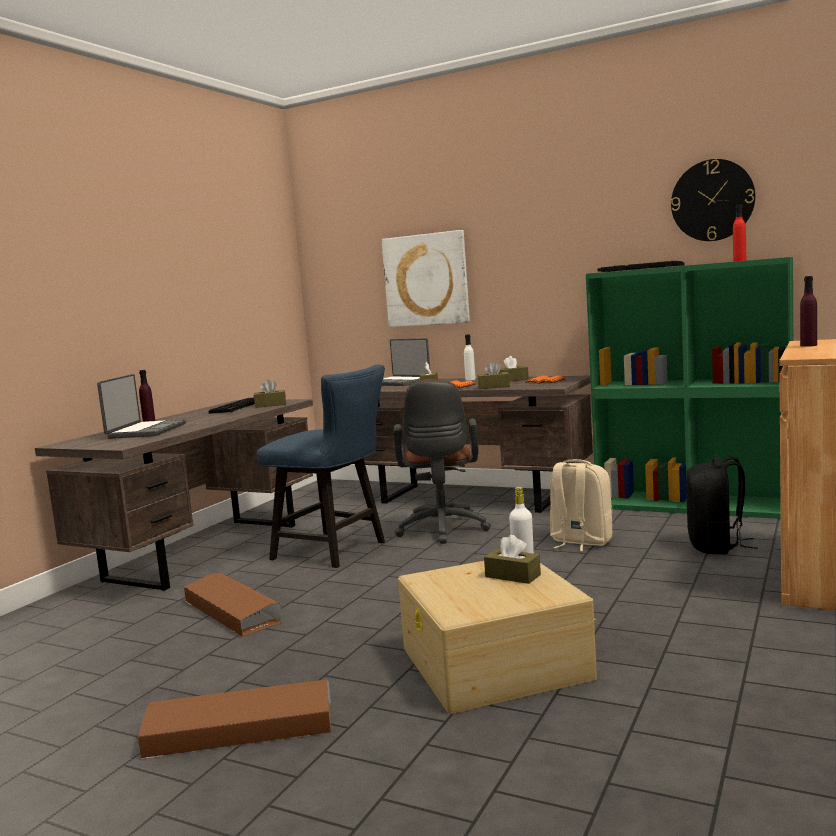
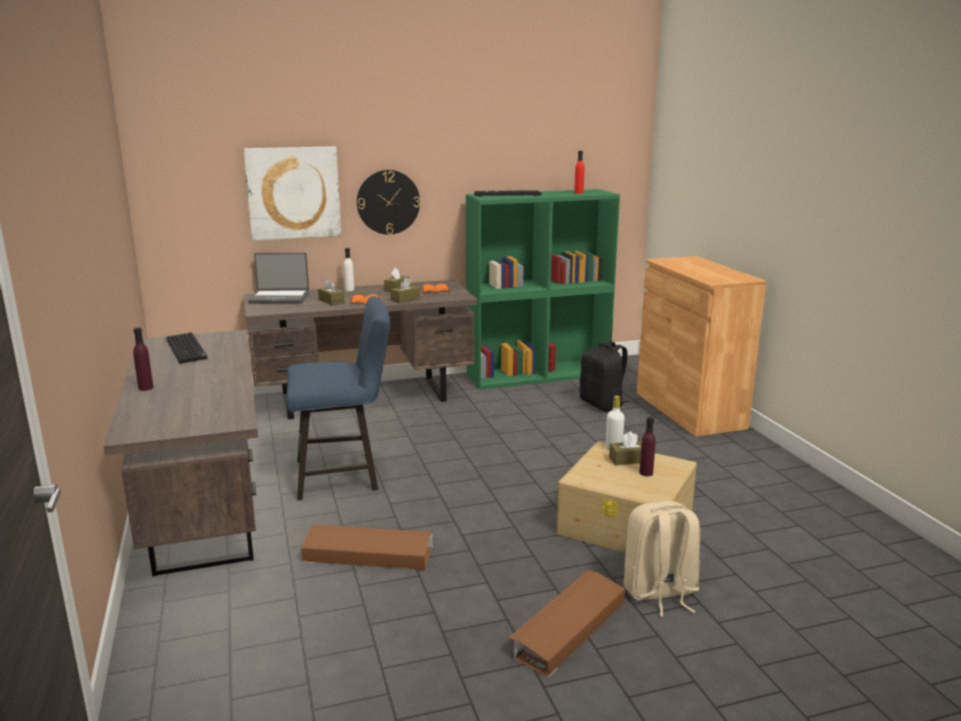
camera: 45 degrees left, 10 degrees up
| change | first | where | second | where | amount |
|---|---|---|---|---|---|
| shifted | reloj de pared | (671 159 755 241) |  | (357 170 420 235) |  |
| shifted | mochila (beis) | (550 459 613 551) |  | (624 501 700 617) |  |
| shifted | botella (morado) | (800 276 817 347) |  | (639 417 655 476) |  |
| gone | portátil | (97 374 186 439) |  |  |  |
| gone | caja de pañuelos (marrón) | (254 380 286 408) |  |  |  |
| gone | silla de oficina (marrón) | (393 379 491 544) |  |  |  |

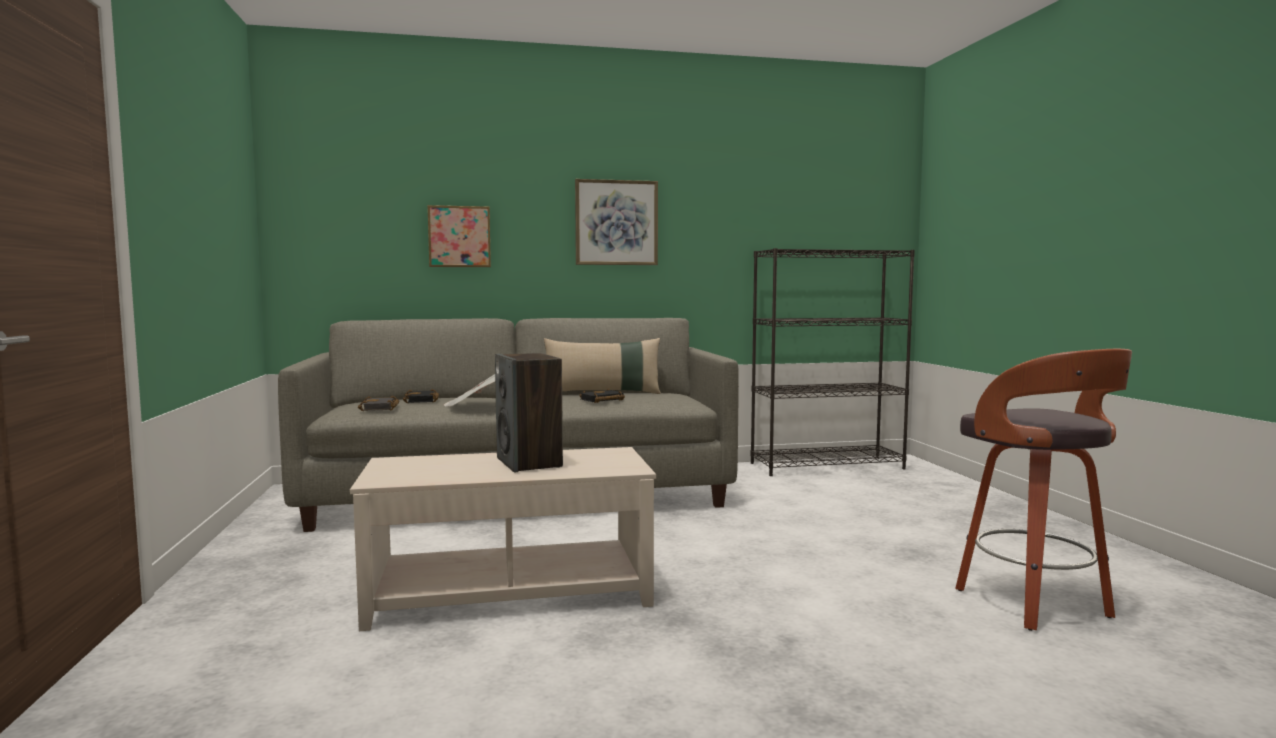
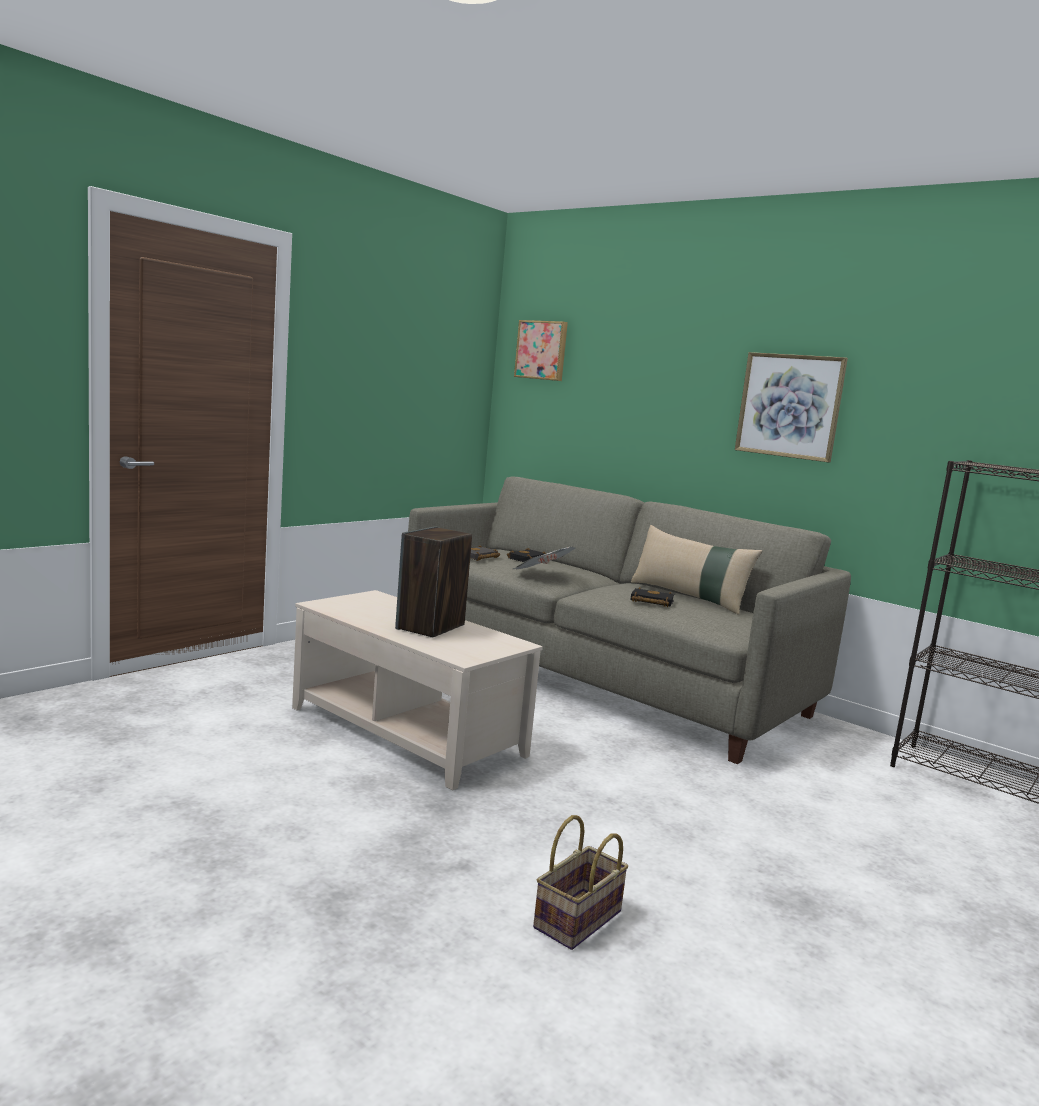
camera: 50 degrees right, 5 degrees up
| change | first | where | second | where | amount |
|---|---|---|---|---|---|
| shifted | cuadro | (427 205 491 267) |  | (514 320 568 381) |  |
| new |  |  | cesta | (533 815 628 950) |  |
| gone | taburete | (955 349 1132 631) |  |  |  |

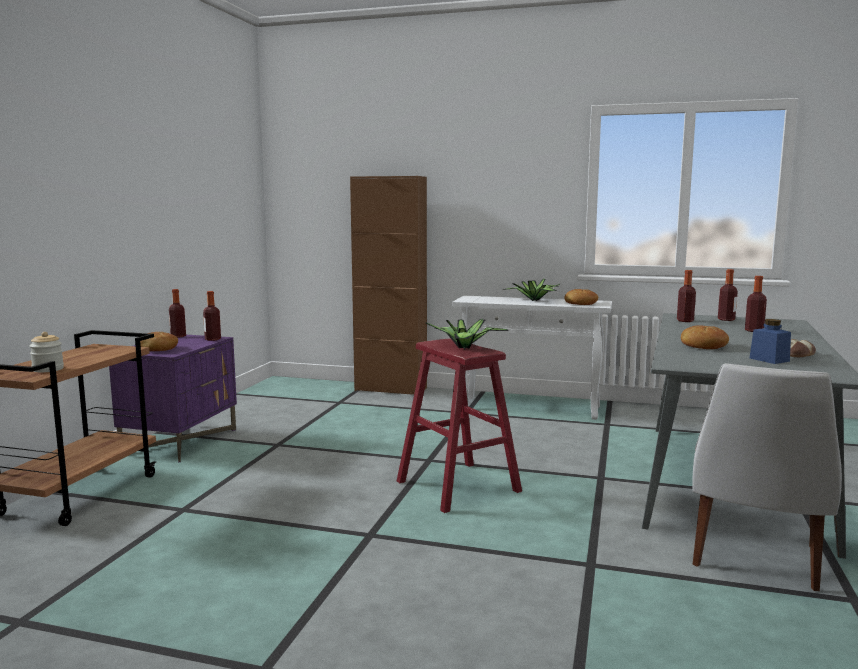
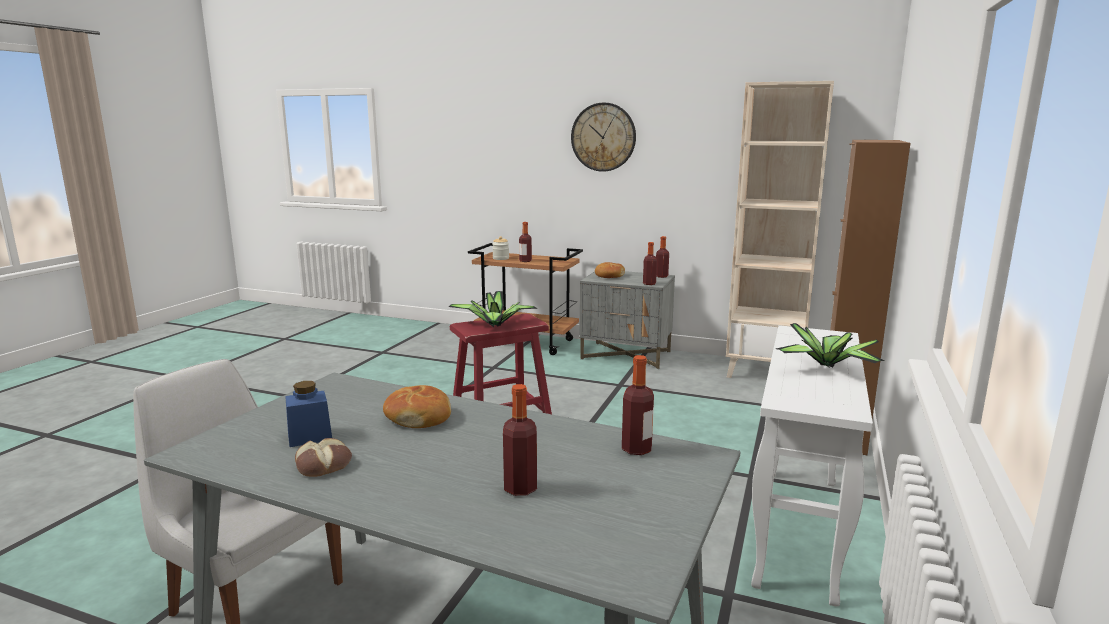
camera: 95 degrees right, 5 degrees up
| change | first | where | second | where | amount |
|---|---|---|---|---|---|
| shifted | botella | (718 269 738 321) |  | (519 222 532 262) |  |
| new |  |  | reloj de pared | (571 102 636 172) |  |
| repainted | mesita de noche (morado) | (109 335 237 462) | mesita de noche (gris) | (579 271 675 369) |  |
| new |  |  | estantería (beis) | (726 81 834 378) |  |
| gone | pan | (564 289 598 305) |  |  |  |

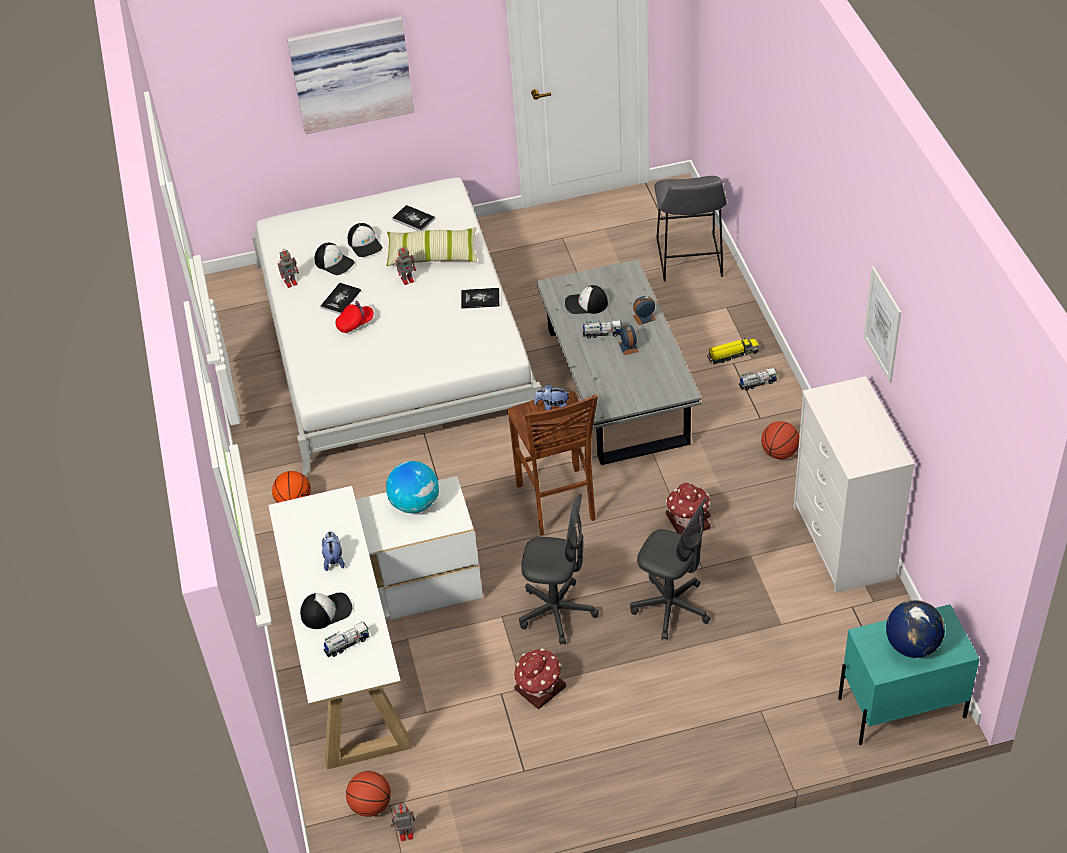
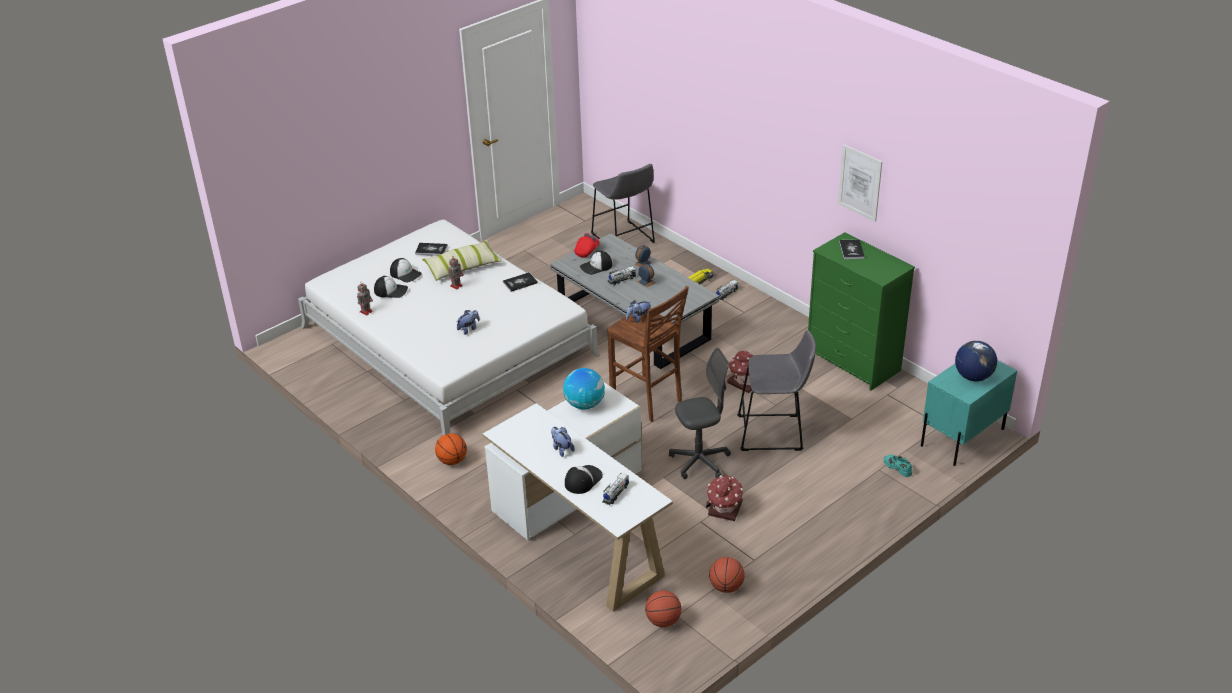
camera: 30 degrees left, 10 degrees down
| change | first | where | second | where | amount |
|---|---|---|---|---|---|
| new |  |  | peluche | (457 310 480 335) |  |
| shifted | gorra (rojo) | (336 301 374 333) |  | (574 233 599 257) |  |
| shifted | balón de baloncesto | (761 421 799 459) |  | (709 557 745 593) |  |
| swapped | silla de oficina (gris) | (630 498 710 640) | taburete (gris) | (737 330 816 451) |  |
| repainted | cómoda (blanco) | (794 376 915 593) | cómoda (verde) | (808 232 915 391) |  |
| shifted | libro | (320 283 361 314) |  | (839 239 865 259) |  |
| new |  |  | zapato (turquesa) | (883 454 913 477) |  |
| gone | cuadro | (287 16 414 134) |  |  |  |
| gone | robot de juguete | (391 803 415 841) |  |  |  |

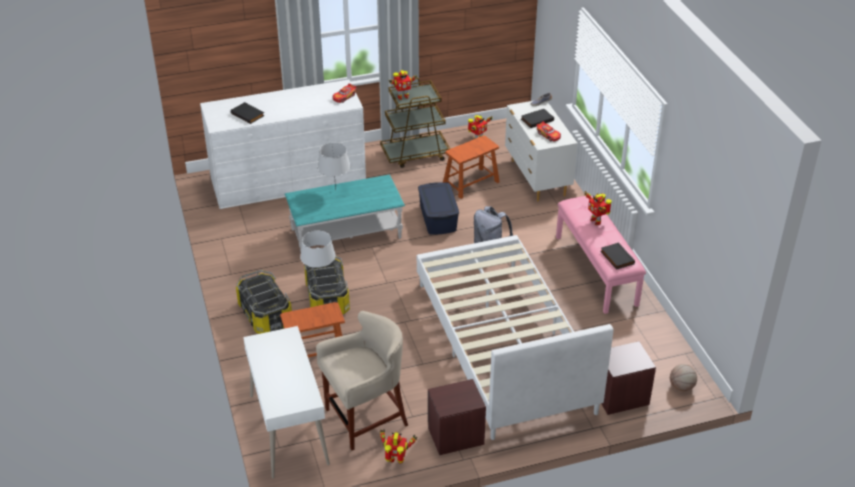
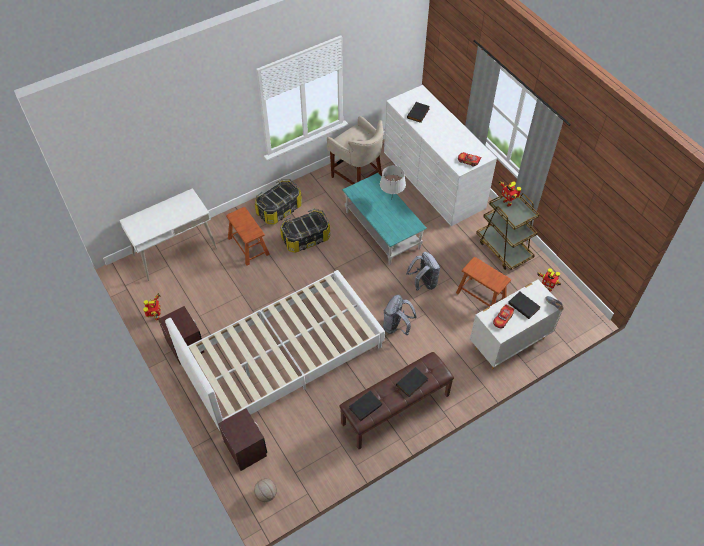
camera: 75 degrees right, 15 degrees up
| change | first | where | second | where | amount |
|---|---|---|---|---|---|
| shifted | taburete (beis) | (316 311 408 450) |  | (327 116 383 185) |  |
| repainted | banco (rosa) | (556 196 646 314) | banco (marrón) | (339 352 454 449) |  |
| swapped | robot de juguete | (584 191 612 225) | libro (negro) | (396 367 428 397) |  |
| swapped | caja de almacenaje (azul) | (418 182 459 234) | mochila (gris) | (406 252 440 291) |  |
| gone | lámpara de mesa (gris) | (300 230 336 280) |  |  |  |

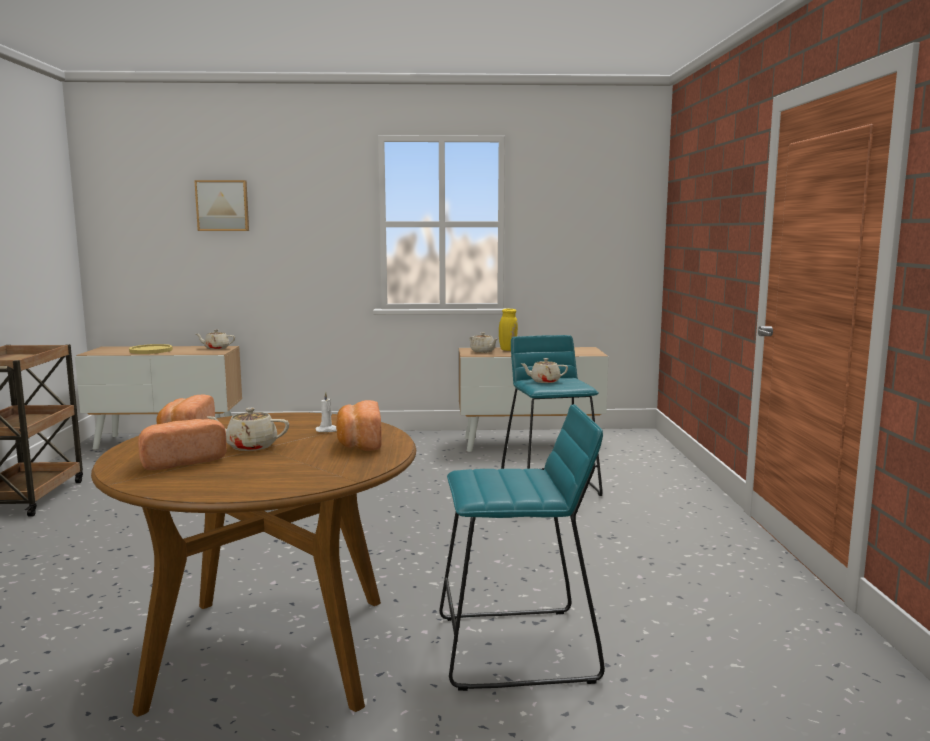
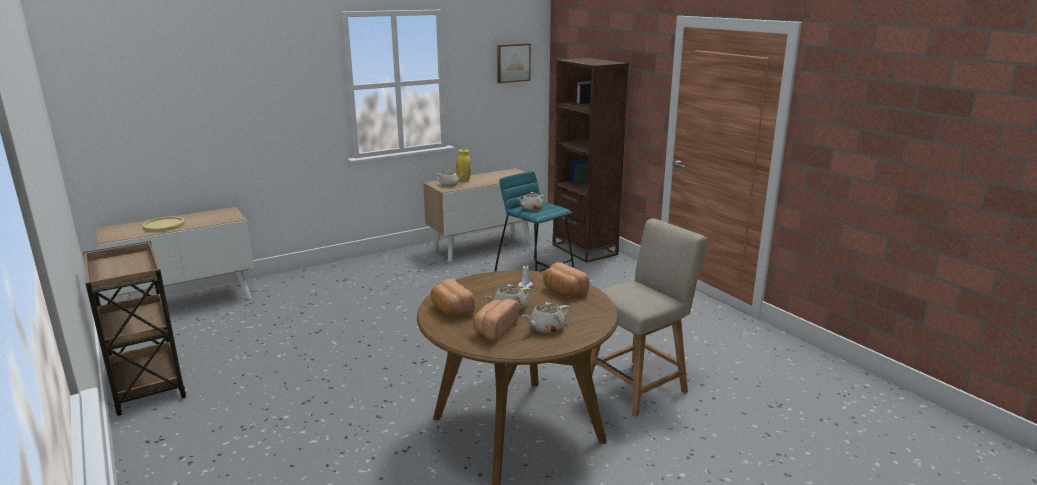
camera: 30 degrees left, 10 degrees up
| change | first | where | second | where | amount |
|---|---|---|---|---|---|
| shifted | cuadro | (194 180 249 231) |  | (497 43 531 83) |  |
| shifted | tetera (beis) | (196 329 235 350) |  | (523 302 569 333) |  |
| new |  |  | estantería (marrón) | (552 58 629 263) |  |
| swapped | taburete (turquesa) | (439 404 605 691) | silla (beis) | (590 219 707 417) |  |

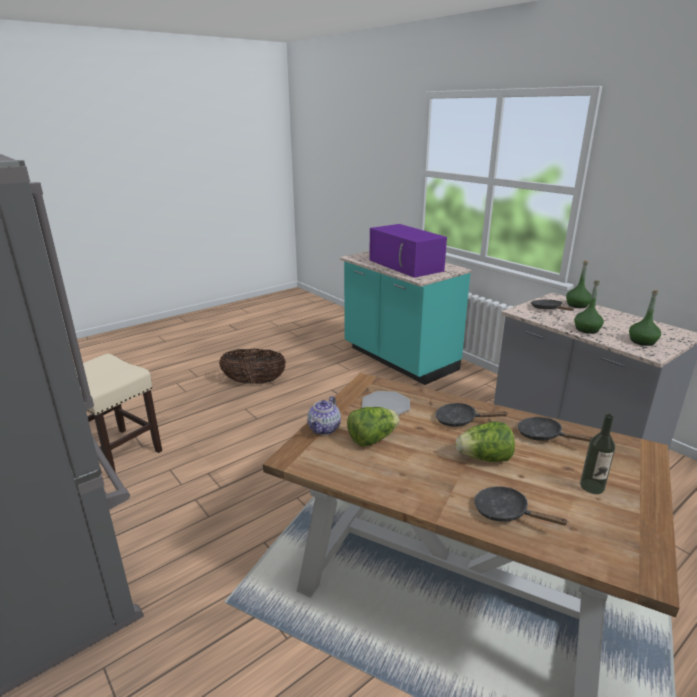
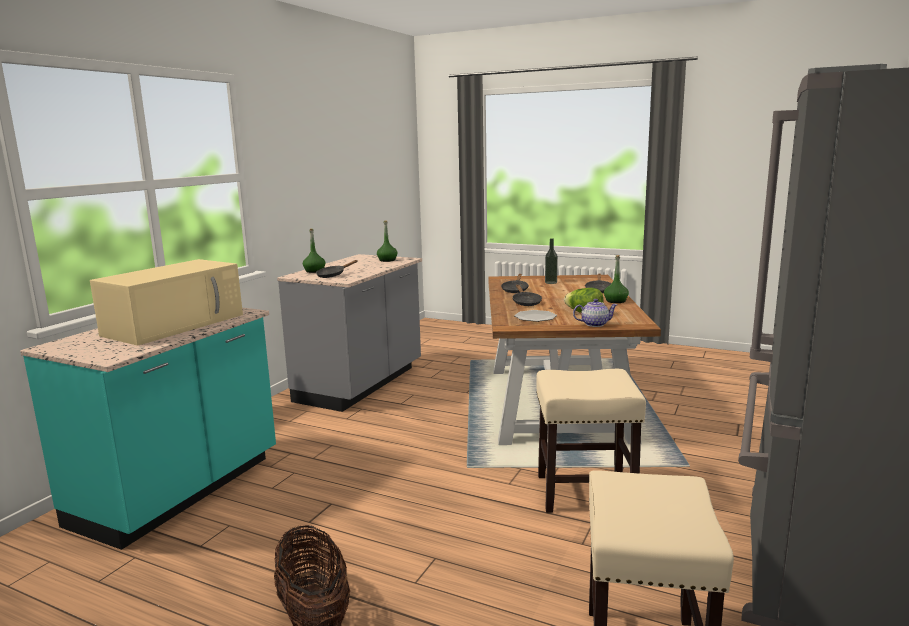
camera: 115 degrees left, 10 degrees down
| change | first | where | second | where | amount |
|---|---|---|---|---|---|
| repainted | microondas (morado) | (369 224 447 278) | microondas (beis) | (90 259 243 346) |  |
| new |  |  | taburete (beis) | (536 369 646 513) |  |
| shifted | botella (verde) | (574 281 604 334) |  | (604 255 629 303) |  |
| gone | lechuga | (456 421 515 462) |  |  |  |

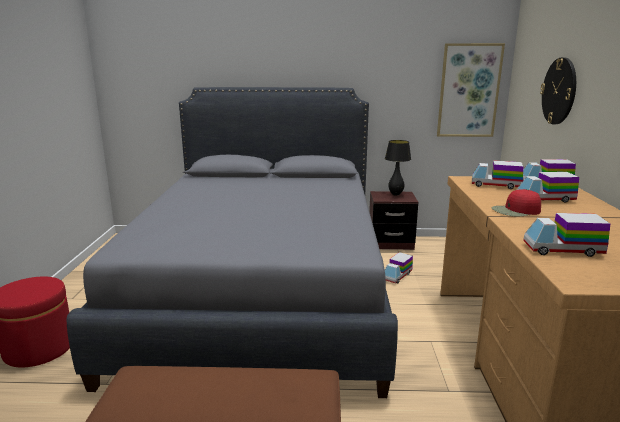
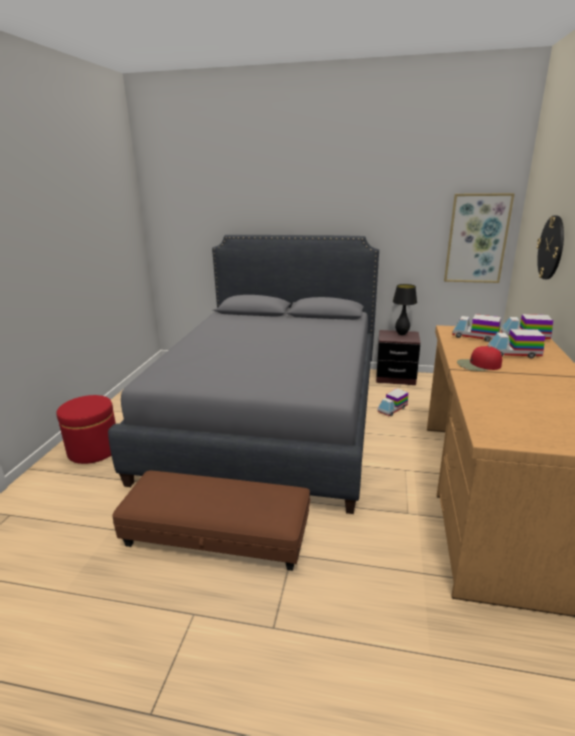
camera: 10 degrees right, 5 degrees up
| change | first | where | second | where | amount |
|---|---|---|---|---|---|
| gone | camión de juguete | (523 213 610 257) |  |  |  |

